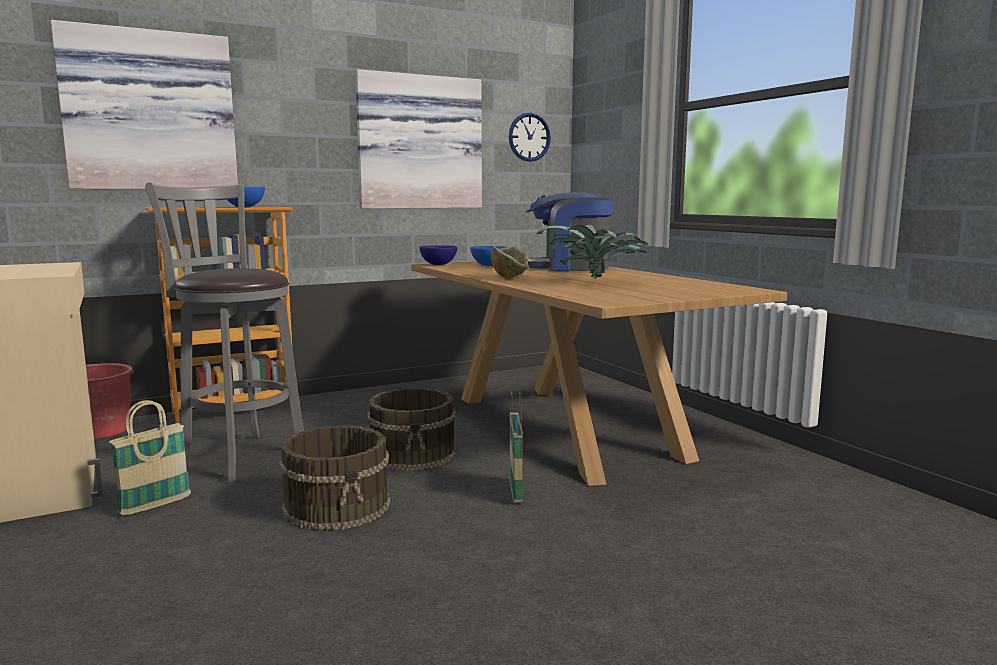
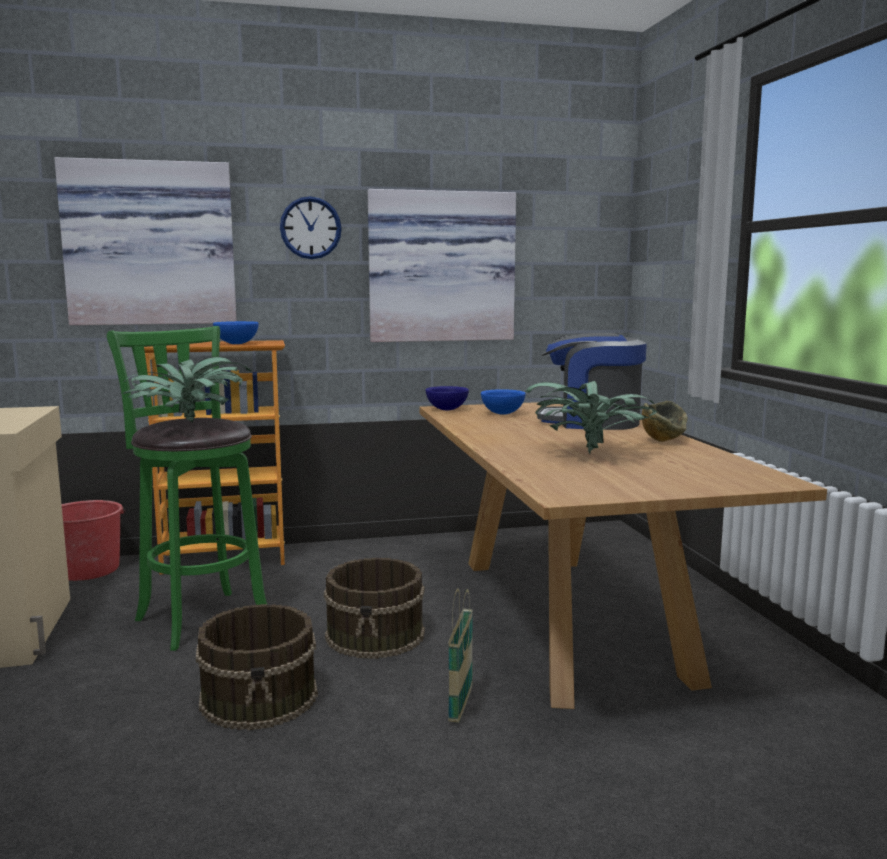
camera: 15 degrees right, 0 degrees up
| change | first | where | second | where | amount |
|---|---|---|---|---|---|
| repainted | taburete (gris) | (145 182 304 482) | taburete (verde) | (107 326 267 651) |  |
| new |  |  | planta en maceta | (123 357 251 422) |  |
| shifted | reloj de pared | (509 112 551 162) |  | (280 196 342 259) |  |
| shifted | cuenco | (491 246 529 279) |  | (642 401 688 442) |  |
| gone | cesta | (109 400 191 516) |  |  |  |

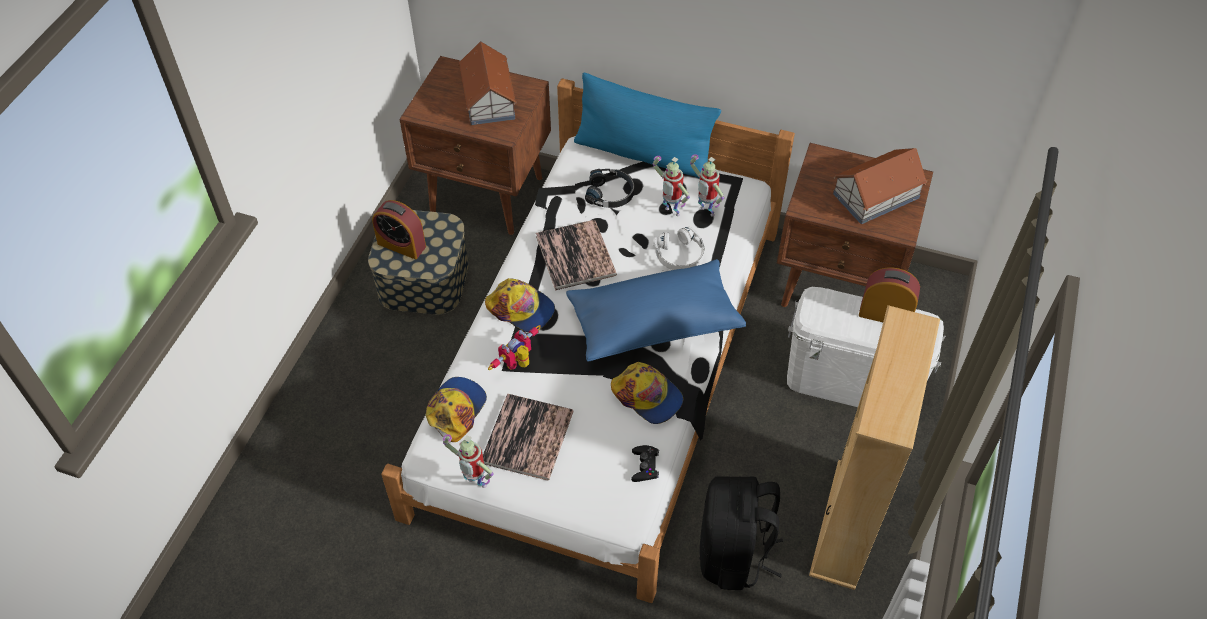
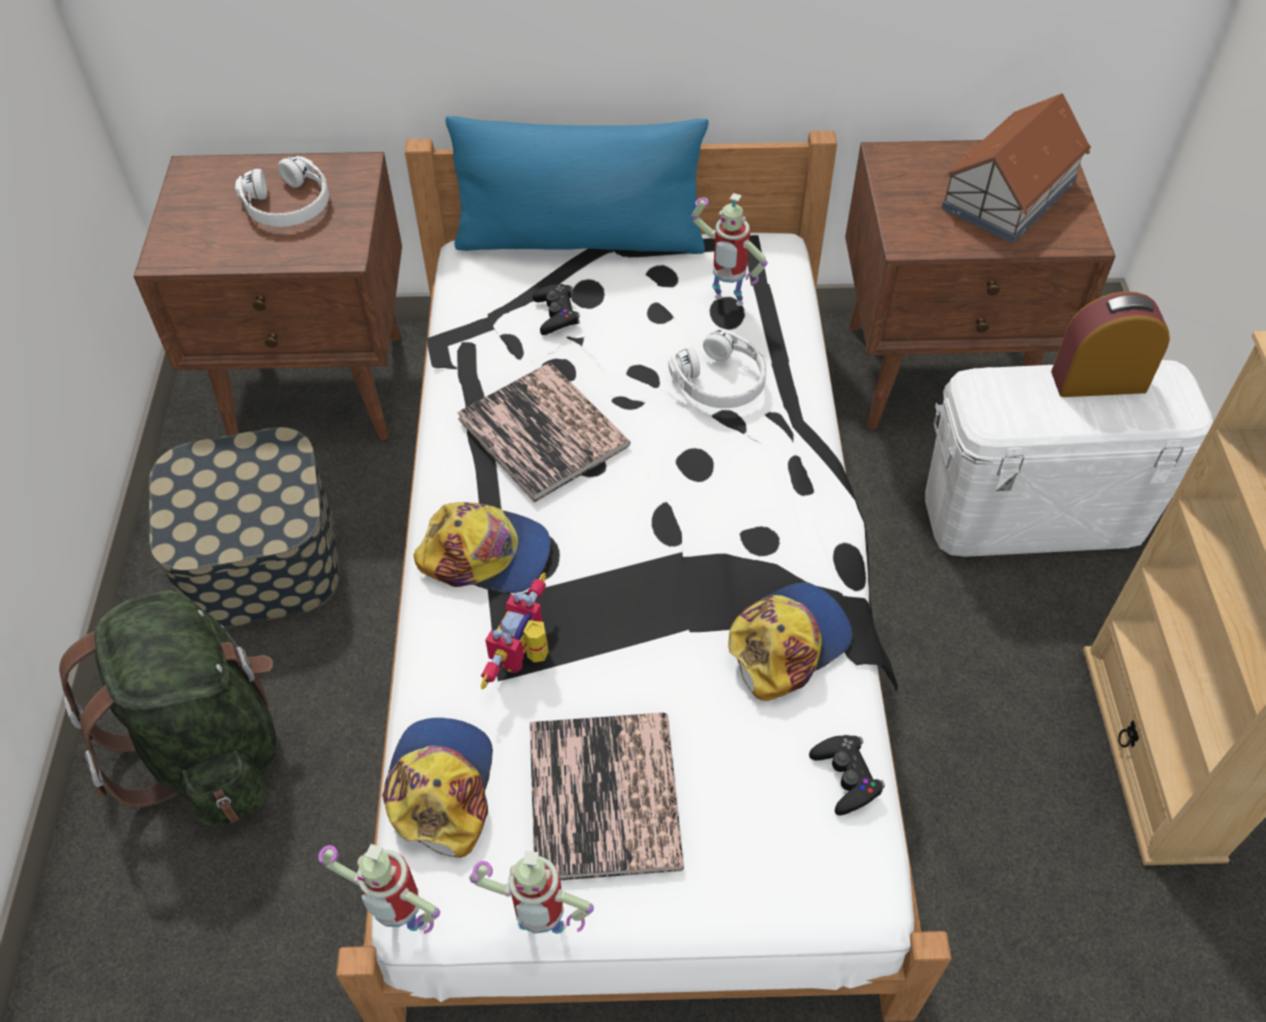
camera: 20 degrees left, 0 degrees up
| change | first | where | second | where | amount |
|---|---|---|---|---|---|
| new |  |  | mochila (verde) | (59 590 276 827) |  |
| swapped | casita | (458 41 517 125) | auriculares (blanco) | (235 156 329 227) |  |
| shifted | robot de juguete | (653 156 690 216) |  | (318 844 440 934) |  |
| swapped | auriculares (negro) | (585 169 634 208) | mando de consola (negro) | (533 284 580 335) |  |
| rotated | gorra | (611 362 683 424) |  | (728 583 853 701) | 60 degrees counterclockwise |
| gone | despertador | (372 200 426 259) |  |  |  |
| gone | cojín (azul) | (566 259 746 362) |  |  |  |
| gone | mochila (negro) | (700 476 783 590) |  |  |  |

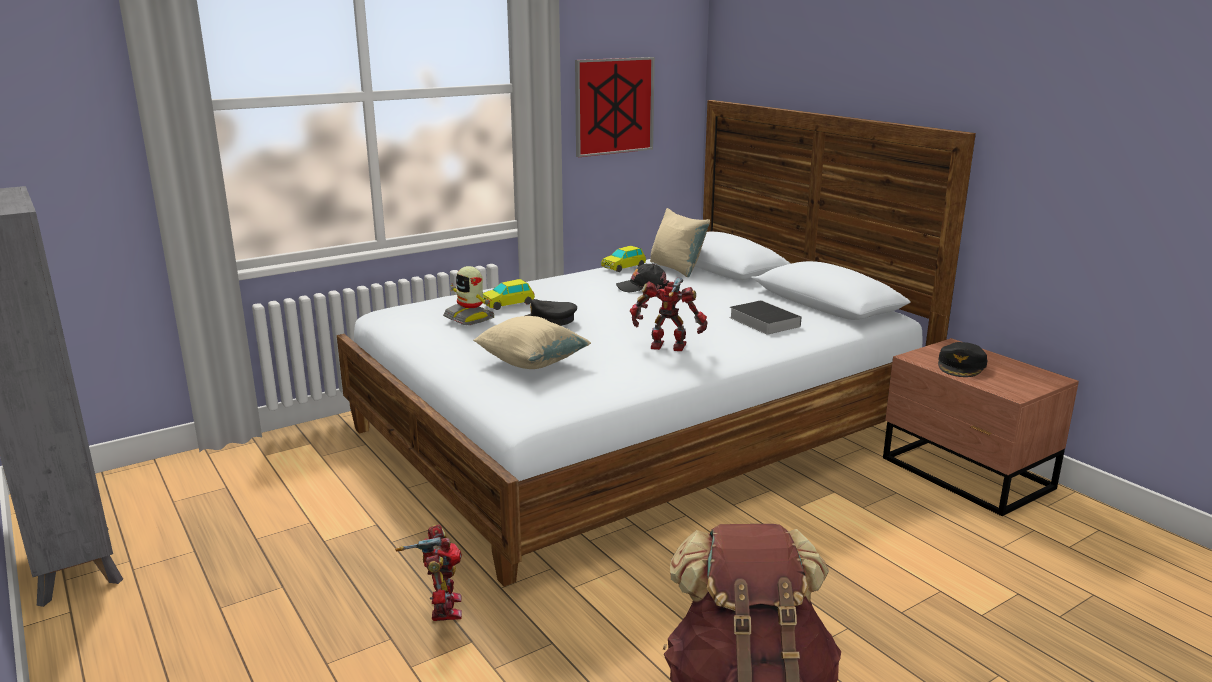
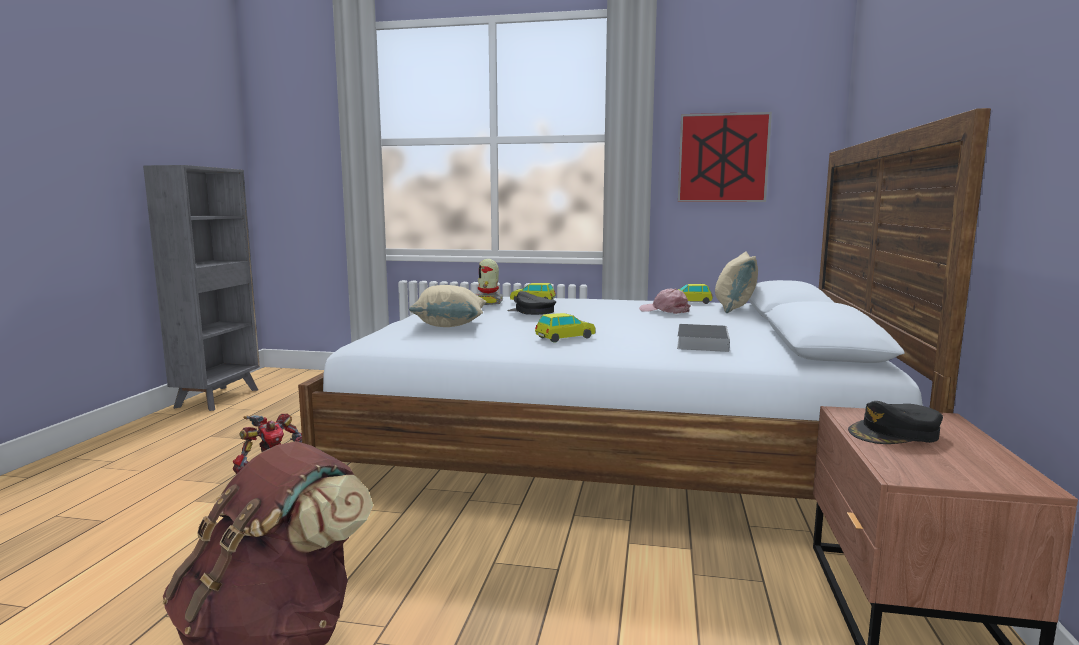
camera: 45 degrees right, 10 degrees down
| change | first | where | second | where | amount |
|---|---|---|---|---|---|
| swapped | robot de juguete | (630 278 708 351) | coche de juguete | (535 313 596 343) |  |
| repainted | gorra (negro) | (616 263 669 292) | gorra (rosa) | (639 289 691 314) |  |

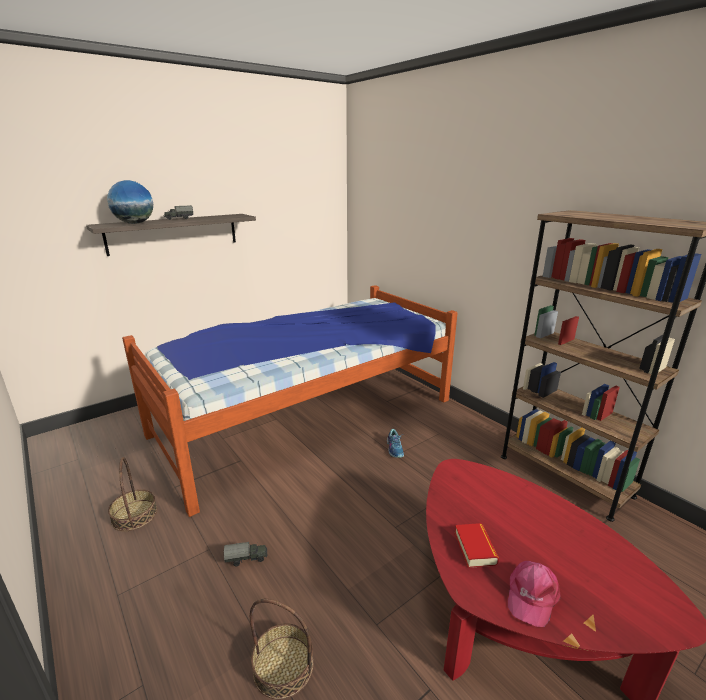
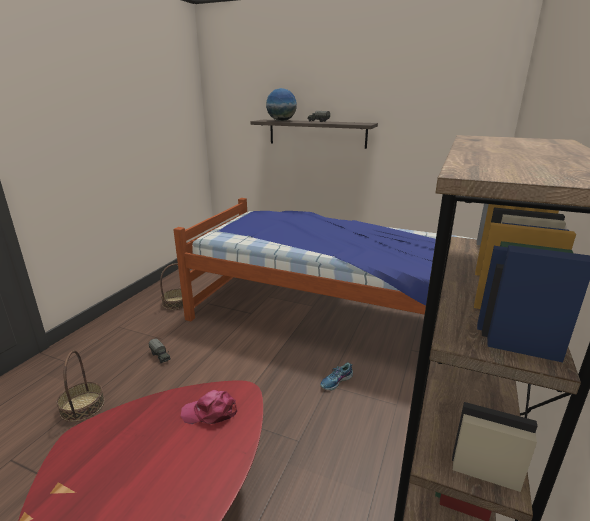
camera: 60 degrees right, 0 degrees up
| change | first | where | second | where | amount |
|---|---|---|---|---|---|
| shifted | gorra (rosa) | (508 561 561 627) |  | (181 390 237 424) |  |
| gone | libro | (454 523 499 568) |  |  |  |

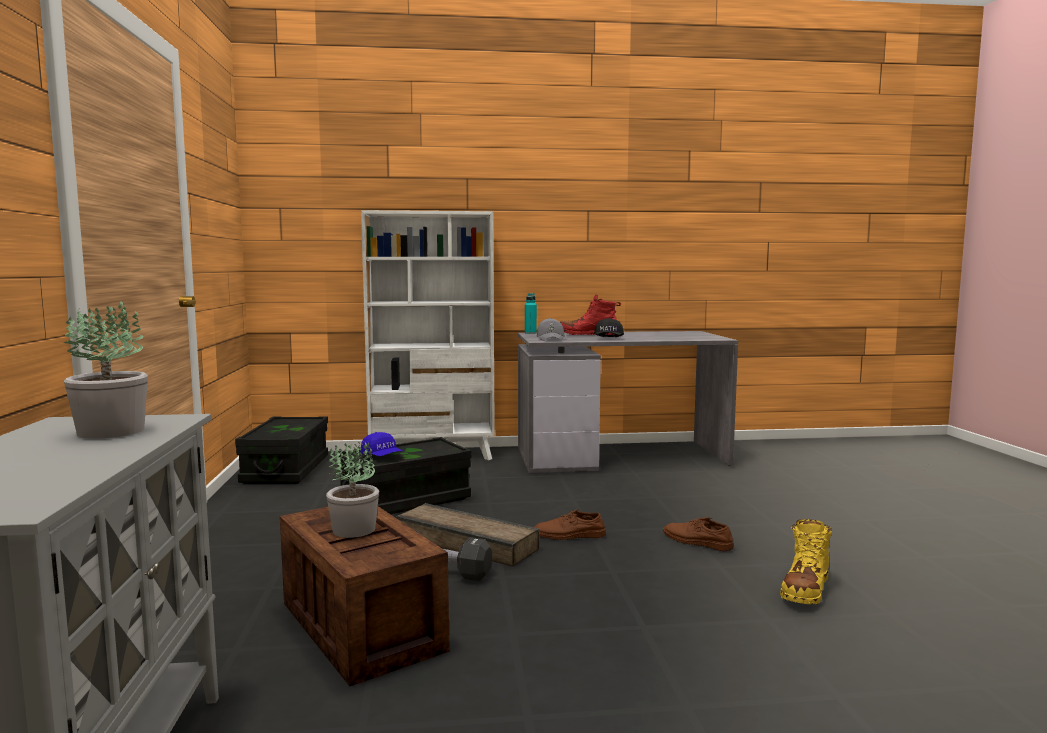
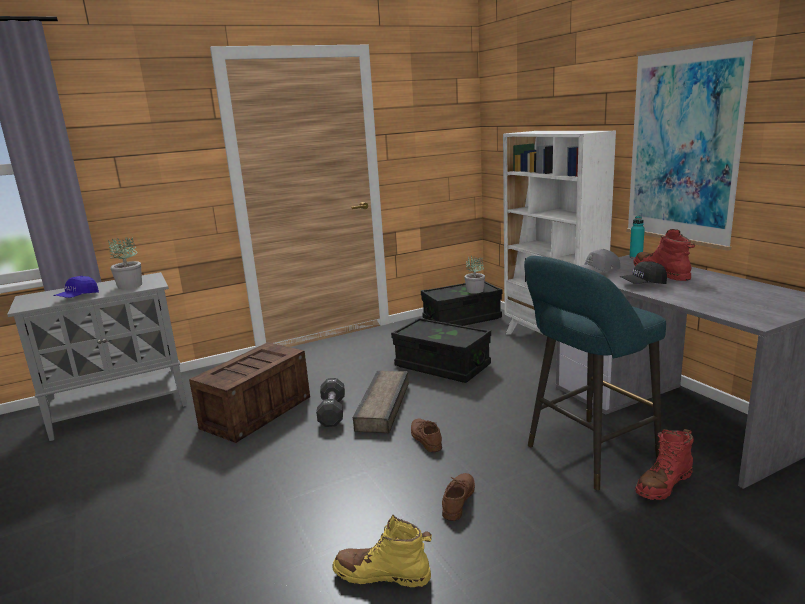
camera: 70 degrees right, 10 degrees up
| change | first | where | second | where | amount |
|---|---|---|---|---|---|
| shifted | gorra (azul) | (361 432 403 456) |  | (53 276 99 298) |  |
| shifted | planta en maceta | (326 441 379 538) |  | (464 256 485 294) |  |
| new |  |  | taburete (turquesa) | (524 256 666 490) |  |
| new |  |  | cuadro | (626 36 756 251) |  |
| new |  |  | bota (rojo) | (635 429 694 500) |  |

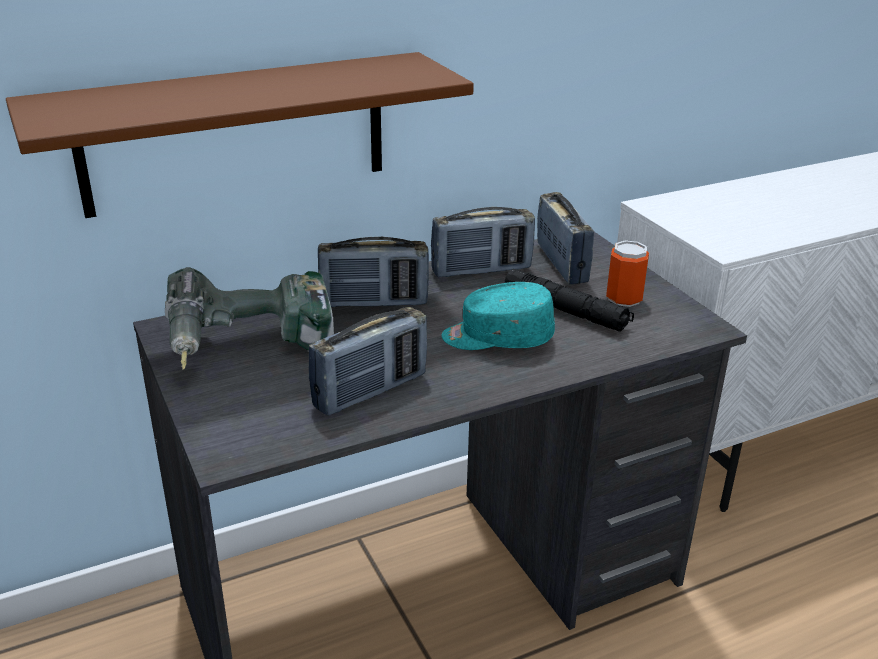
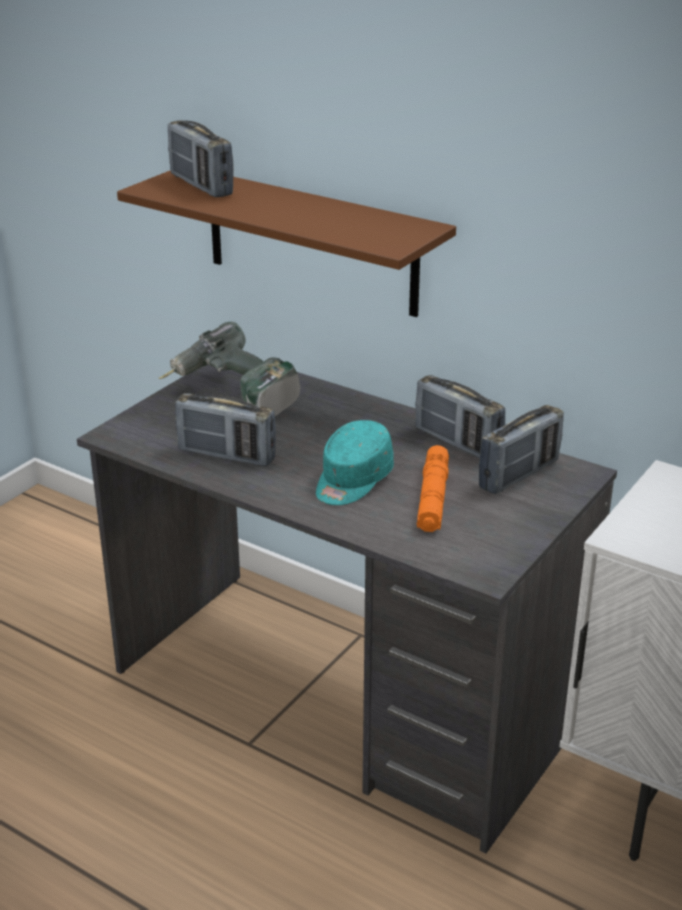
camera: 60 degrees right, 0 degrees up
| change | first | where | second | where | amount |
|---|---|---|---|---|---|
| shifted | radio | (318 236 429 308) |  | (168 120 234 197) |  |
| rotated | gorra (turquesa) | (441 282 555 350) |  | (316 420 394 505) | 120 degrees counterclockwise |
| repainted | linterna (negro) | (505 269 634 332) | linterna (naranja) | (416 445 449 532) |  |
| gone | lata | (606 240 649 307) |  |  |  |

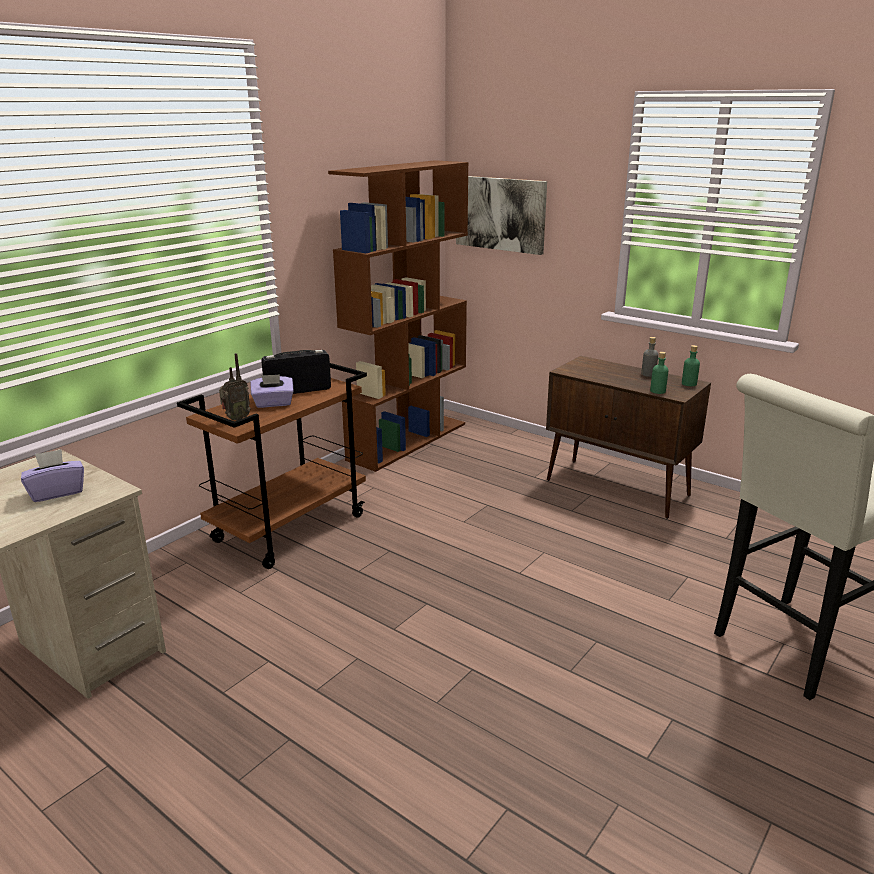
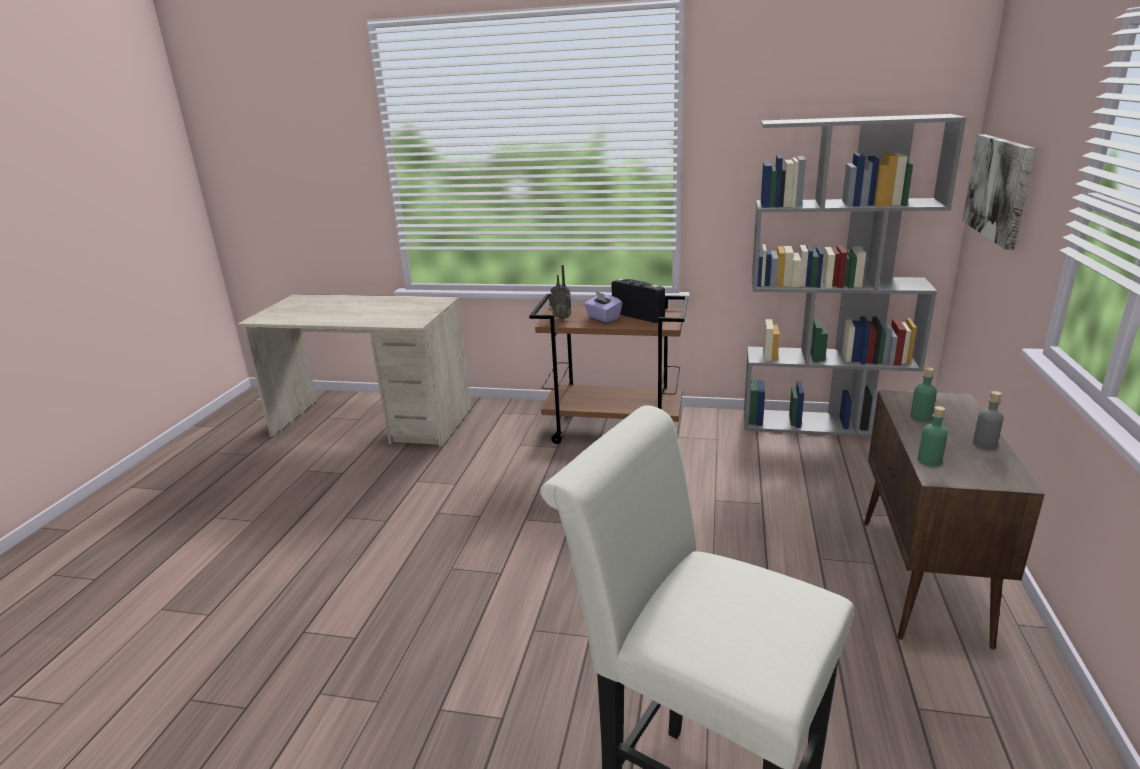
camera: 65 degrees right, 0 degrees up
| change | first | where | second | where | amount |
|---|---|---|---|---|---|
| repainted | estantería (marrón) | (328 160 469 472) | estantería (gris) | (744 114 967 437) |  |
| shifted | botella (verde) | (682 345 700 386) |  | (910 367 937 422) |  |
| gone | caja de pañuelos (morado) | (21 449 84 502) |  |  |  |

